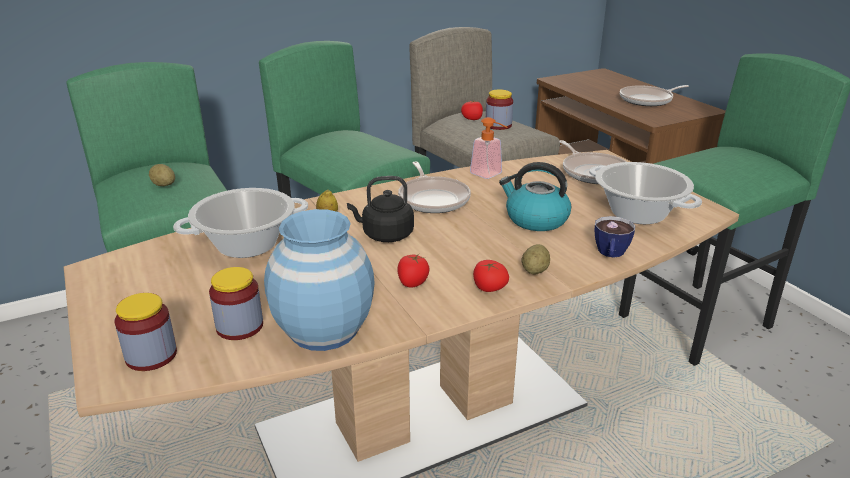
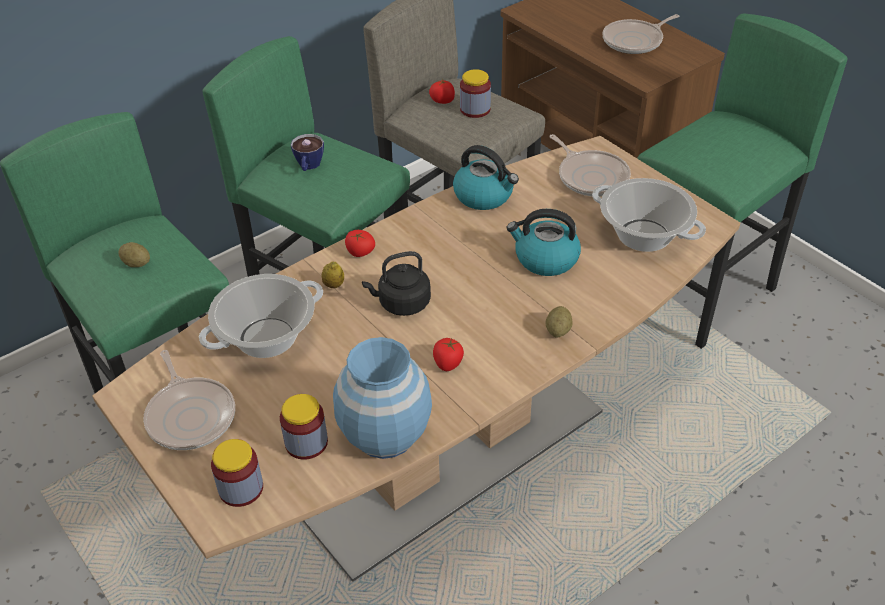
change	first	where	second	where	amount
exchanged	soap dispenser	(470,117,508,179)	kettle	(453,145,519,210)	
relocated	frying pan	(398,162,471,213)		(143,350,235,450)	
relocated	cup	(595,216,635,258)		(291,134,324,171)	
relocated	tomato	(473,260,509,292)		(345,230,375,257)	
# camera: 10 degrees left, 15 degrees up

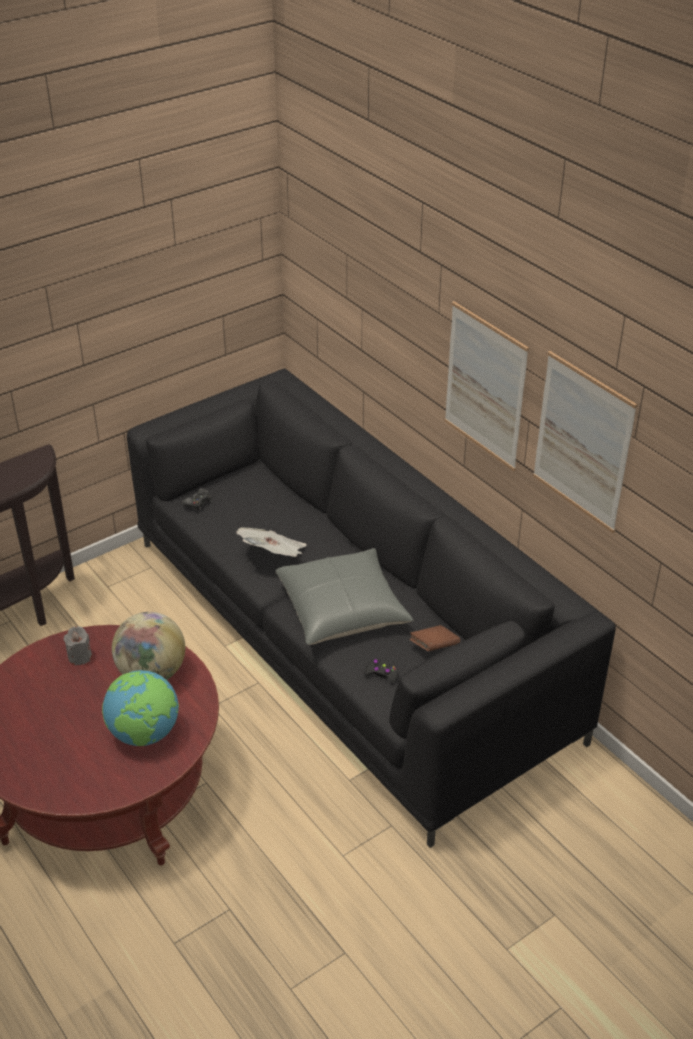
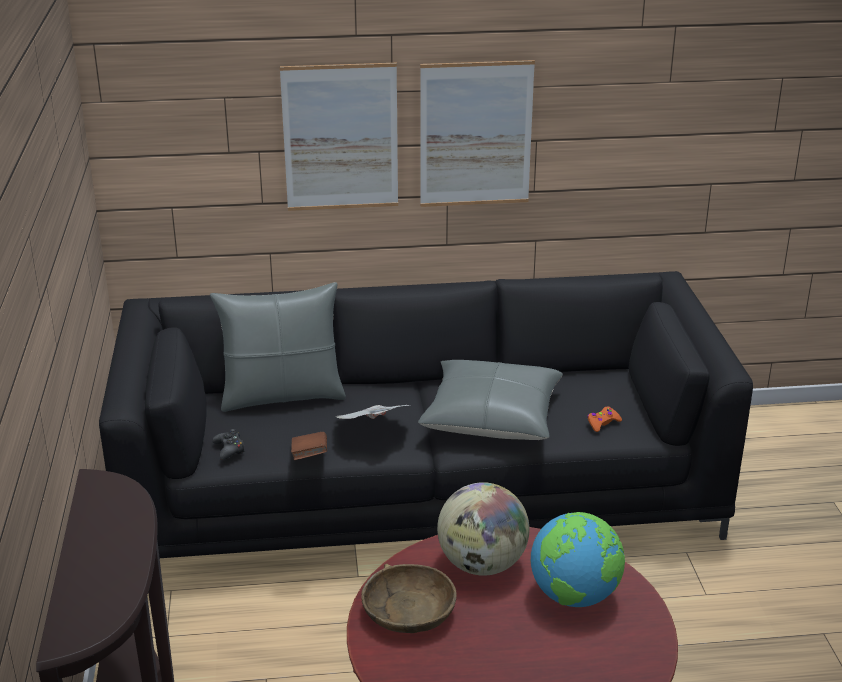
change	first	where	second	where	amount
relocated	picture	(533,351,637,533)		(280,63,398,211)	
relocated	book (brown)	(410,625,460,651)		(291,432,327,460)	
exchanged	candle (grey)	(64,626,92,665)	bowl (brown)	(361,564,457,633)	
colour	game controller (black)	(364,659,398,684)	game controller (orange)	(587,407,622,432)	
appeared			pillow (grey)	(210,282,346,412)	
# camera: 60 degrees left, 10 degrees down

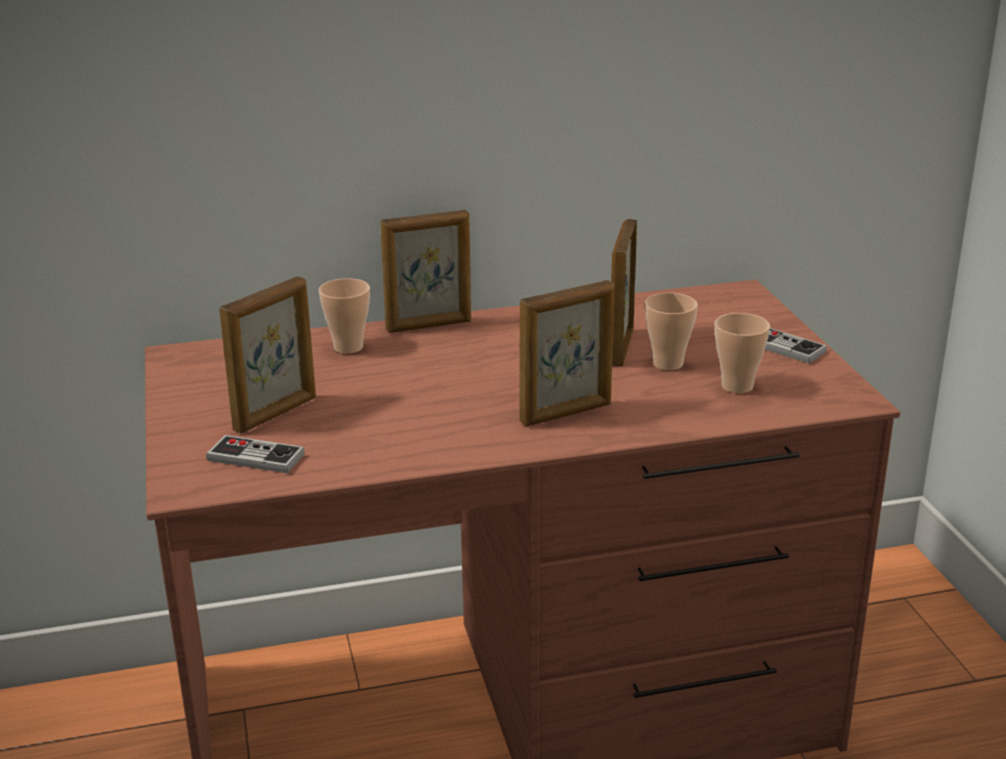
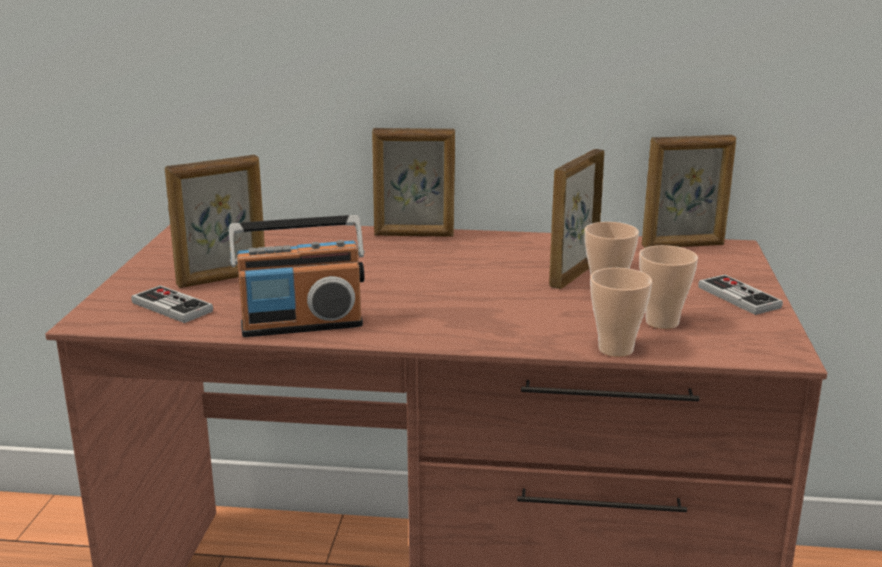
change	first	where	second	where	amount
relocated	cup	(319,278,370,354)		(590,268,652,357)	
relocated	picture frame	(519,280,615,427)		(642,135,736,248)	
appeared			radio	(229,215,364,337)	
# camera: 20 degrees right, 5 degrees down

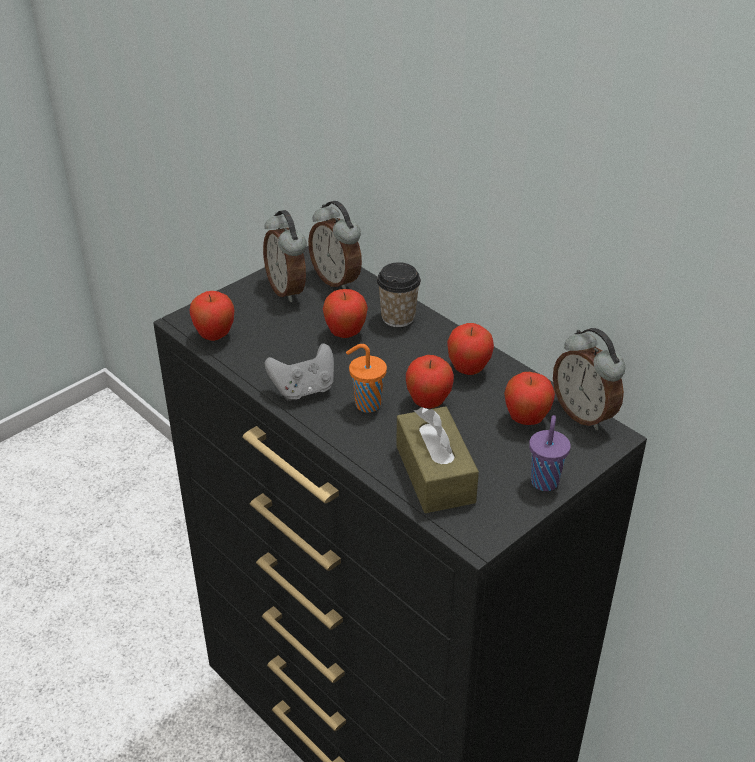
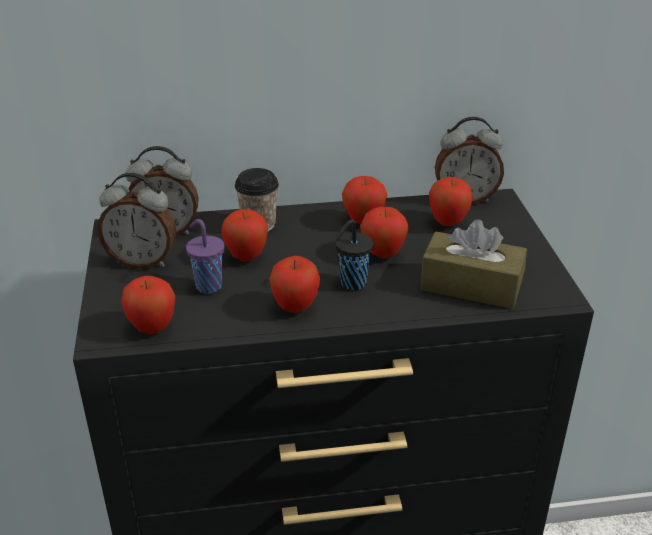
change	first	where	second	where	amount
exchanged	game controller (grey)	(265,343,334,401)	apple	(269,256,320,313)	
colour	cup (orange)	(346,344,387,413)	cup (black)	(335,219,373,290)	
relocated	cup (purple)	(529,415,571,491)		(186,219,224,294)	
# camera: 55 degrees left, 5 degrees down

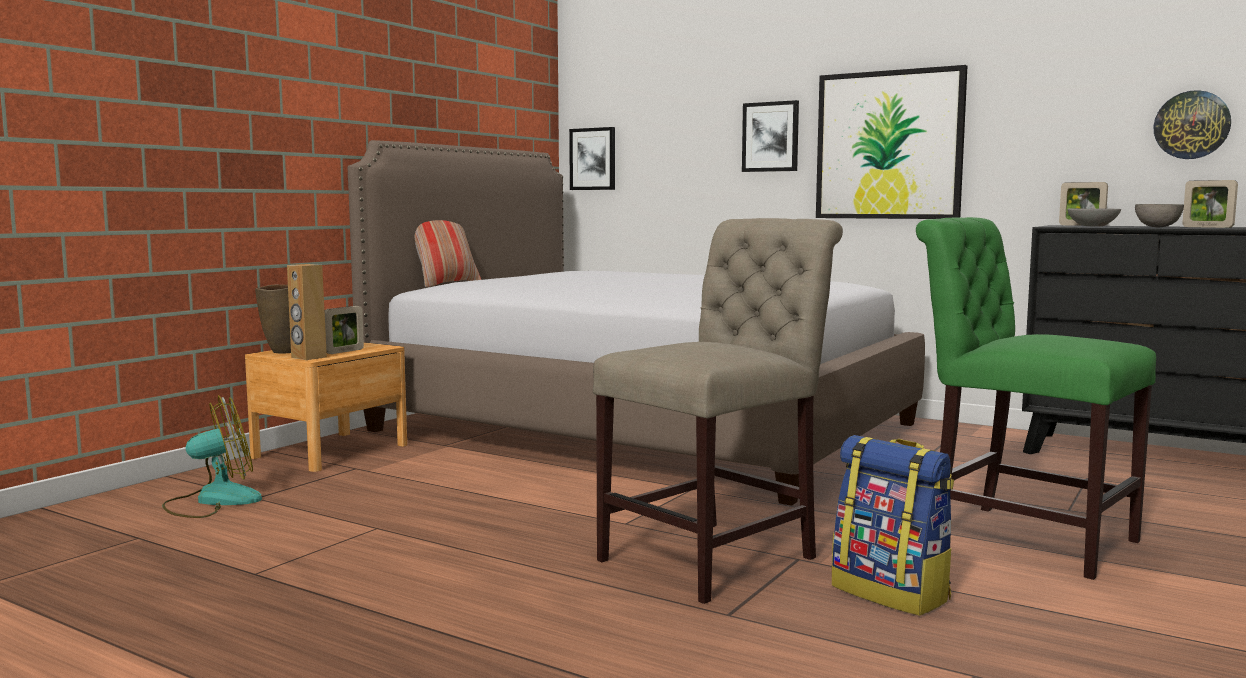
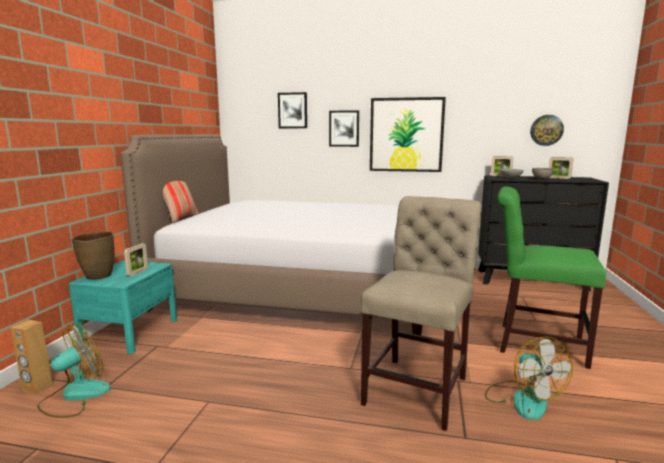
change	first	where	second	where	amount
relocated	picture	(569,127,615,190)		(278,92,307,128)	
relocated	speaker (brown)	(287,264,327,360)		(11,320,53,394)	
colour	nightstand (brown)	(245,342,407,472)	nightstand (turquoise)	(69,260,177,354)	
exchanged	backpack	(832,435,954,616)	fan	(485,337,573,420)	
# camera: 20 degrees left, 5 degrees up

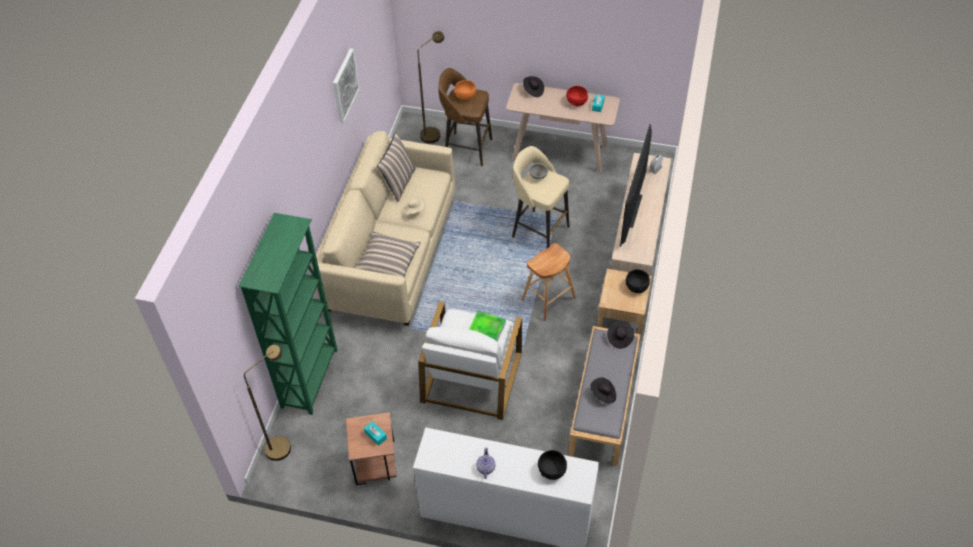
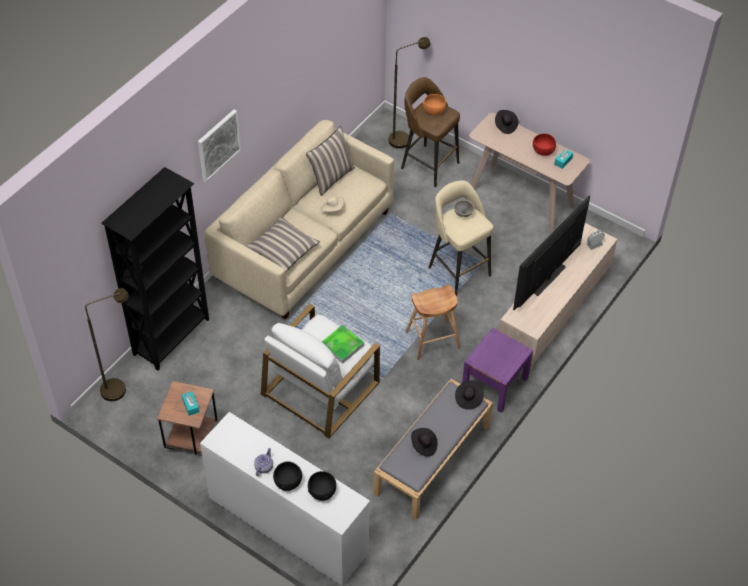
change	first	where	second	where	amount
relocated	picture	(333,48,359,123)		(198,109,241,182)	
colour	bookcase (green)	(238,213,338,415)	bookcase (black)	(101,167,209,371)	
colour	nightstand (beige)	(597,269,652,342)	nightstand (purple)	(462,328,533,413)	
relocated	bowl (black)	(625,269,650,293)		(273,461,302,491)	
# camera: 20 degrees right, 0 degrees up

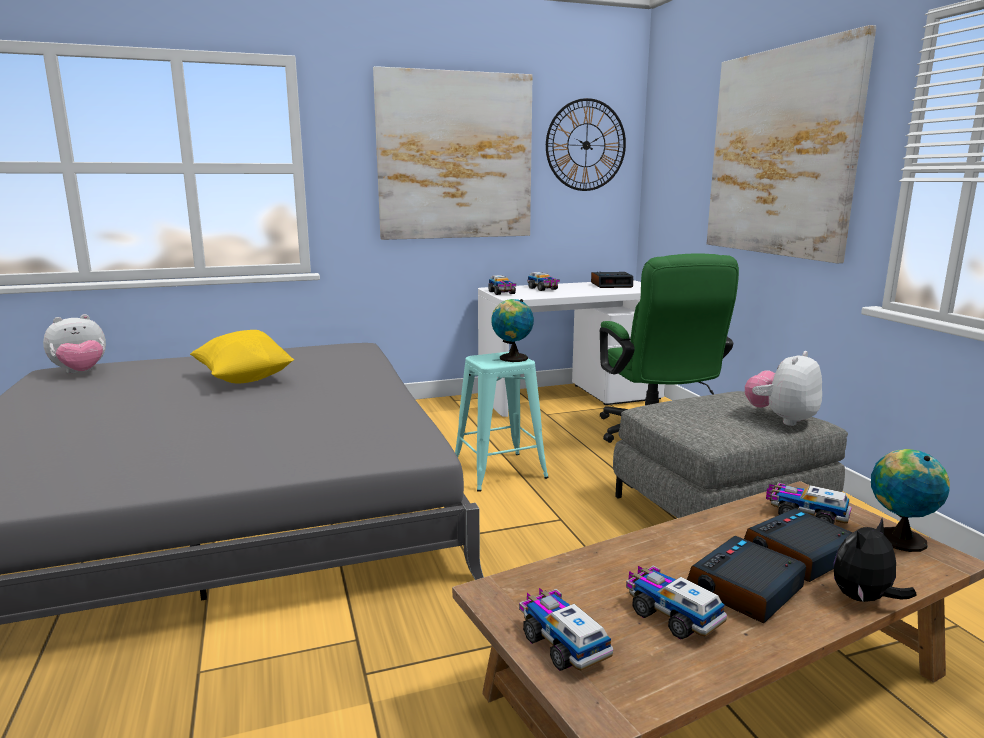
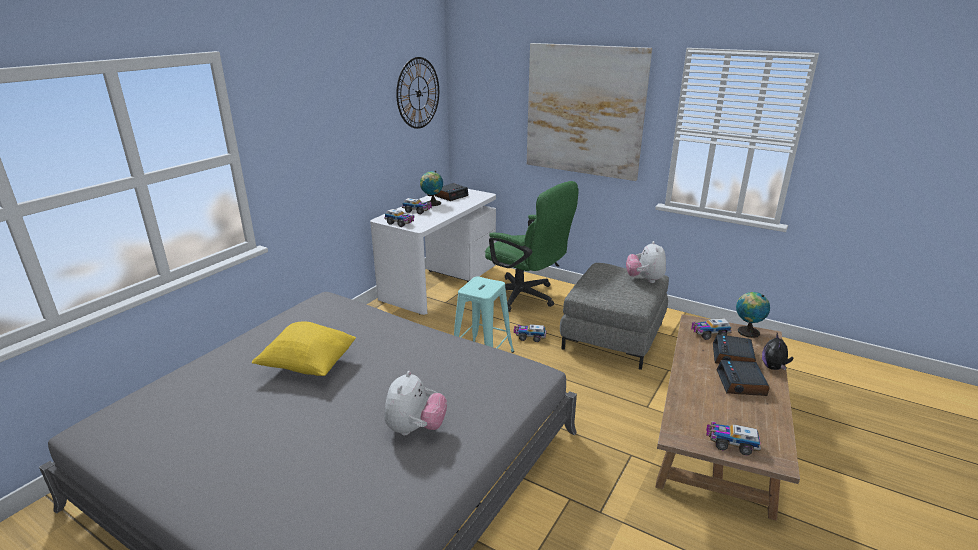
change	first	where	second	where	amount
missing	picture	(373,66,533,240)			
relocated	globe	(491,299,534,362)		(420,171,443,206)	
relocated	plush toy	(43,314,106,373)		(385,371,447,435)	
relocated	toy truck	(626,566,727,639)		(514,324,546,342)	
# camera: 40 degrees left, 10 degrees up

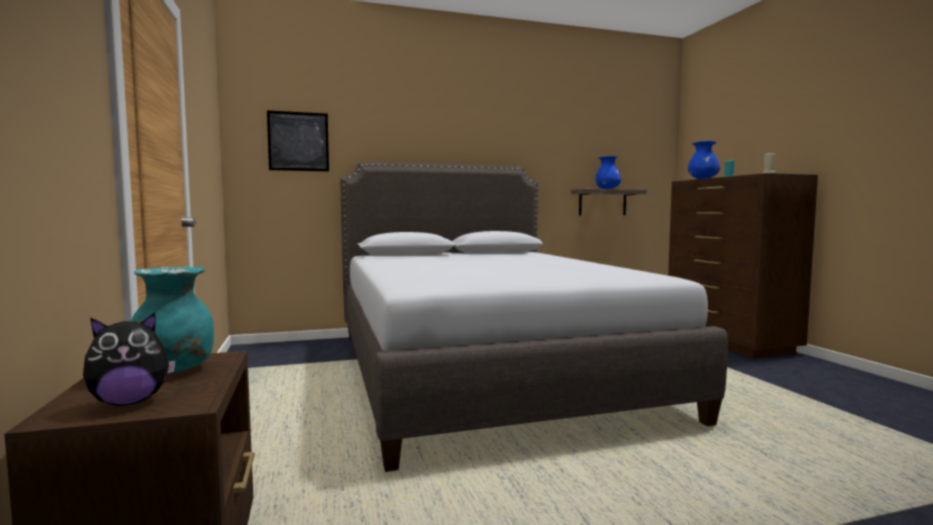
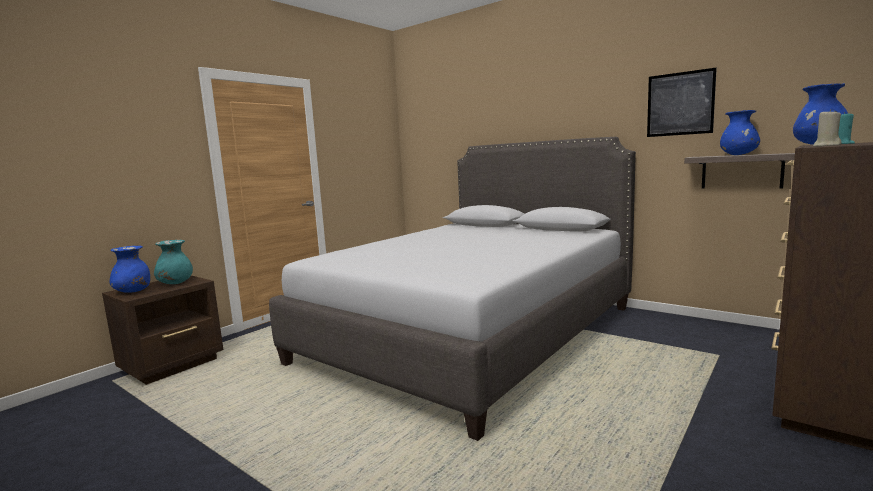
change	first	where	second	where	amount
relocated	picture	(267,110,329,171)		(647,68,717,137)	
exchanged	plush toy	(83,313,176,406)	vase (blue)	(110,246,150,292)	
# camera: 55 degrees right, 5 degrees up

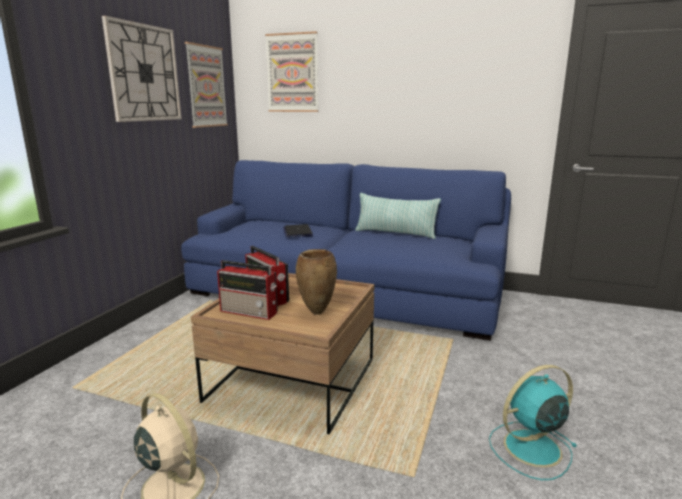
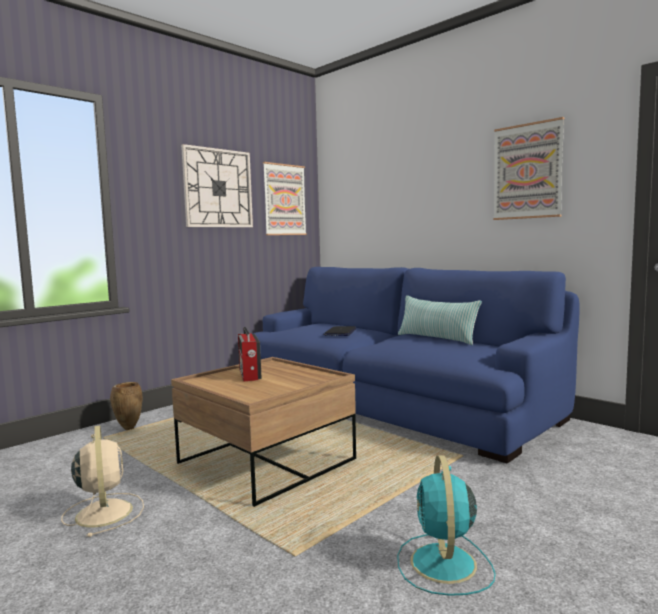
change	first	where	second	where	amount
relocated	picture	(265,31,319,112)		(493,117,564,220)	
relocated	vase (brown)	(296,249,337,315)		(110,382,142,430)	
missing	radio	(217,260,278,320)			
spun	fan (turquoise)	(489,365,578,480)		(397,455,496,596)	90 degrees counterclockwise
# camera: 25 degrees right, 10 degrees down

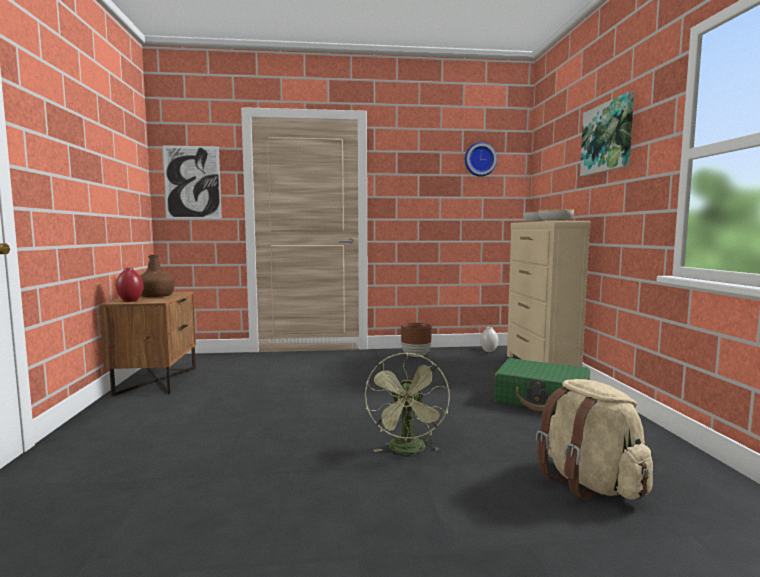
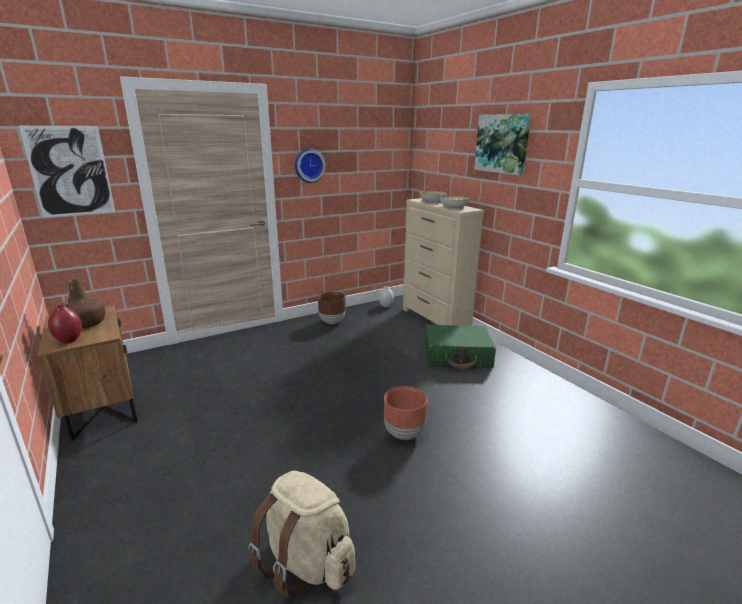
change	first	where	second	where	amount
relocated	wall clock	(465,142,497,177)		(295,148,326,183)	
exchanged	fan (green)	(365,352,450,454)	planter (brown)	(384,386,427,440)	
relocated	backpack (beige)	(536,379,653,500)		(248,471,356,599)	
# camera: 25 degrees left, 15 degrees up

